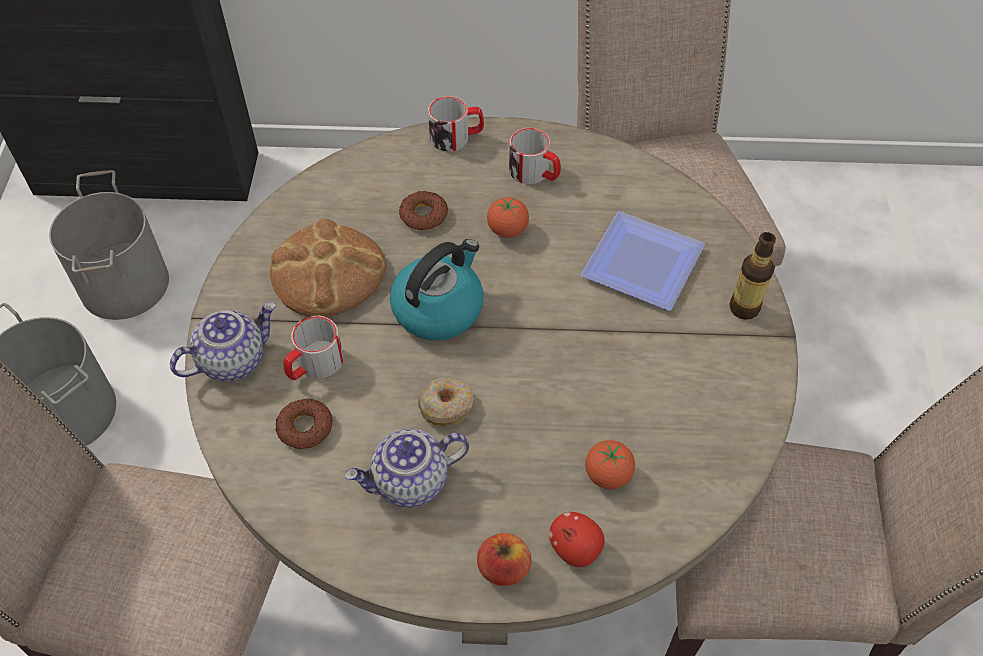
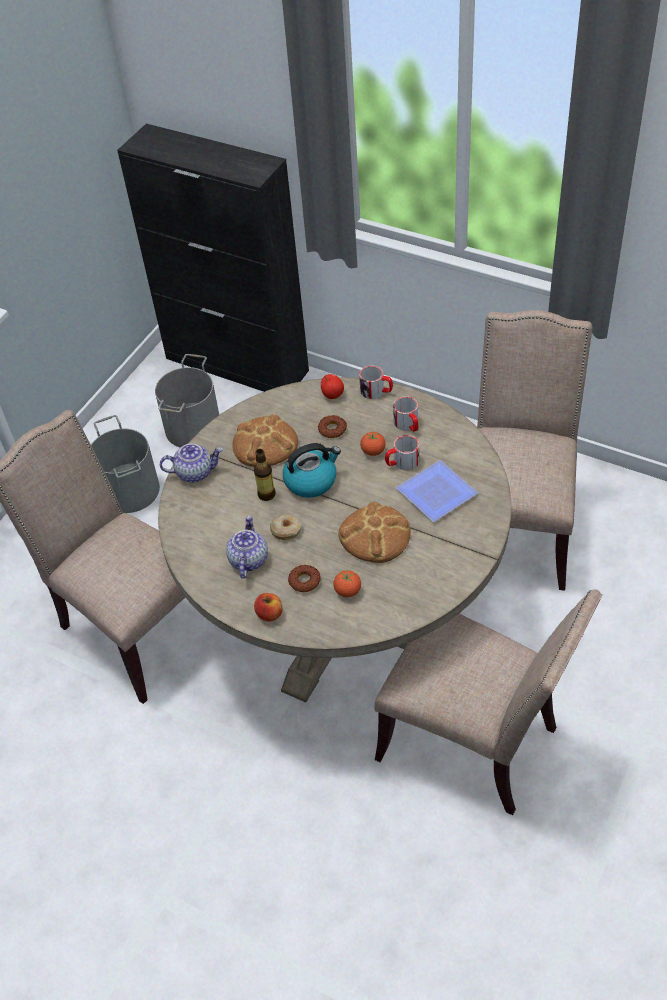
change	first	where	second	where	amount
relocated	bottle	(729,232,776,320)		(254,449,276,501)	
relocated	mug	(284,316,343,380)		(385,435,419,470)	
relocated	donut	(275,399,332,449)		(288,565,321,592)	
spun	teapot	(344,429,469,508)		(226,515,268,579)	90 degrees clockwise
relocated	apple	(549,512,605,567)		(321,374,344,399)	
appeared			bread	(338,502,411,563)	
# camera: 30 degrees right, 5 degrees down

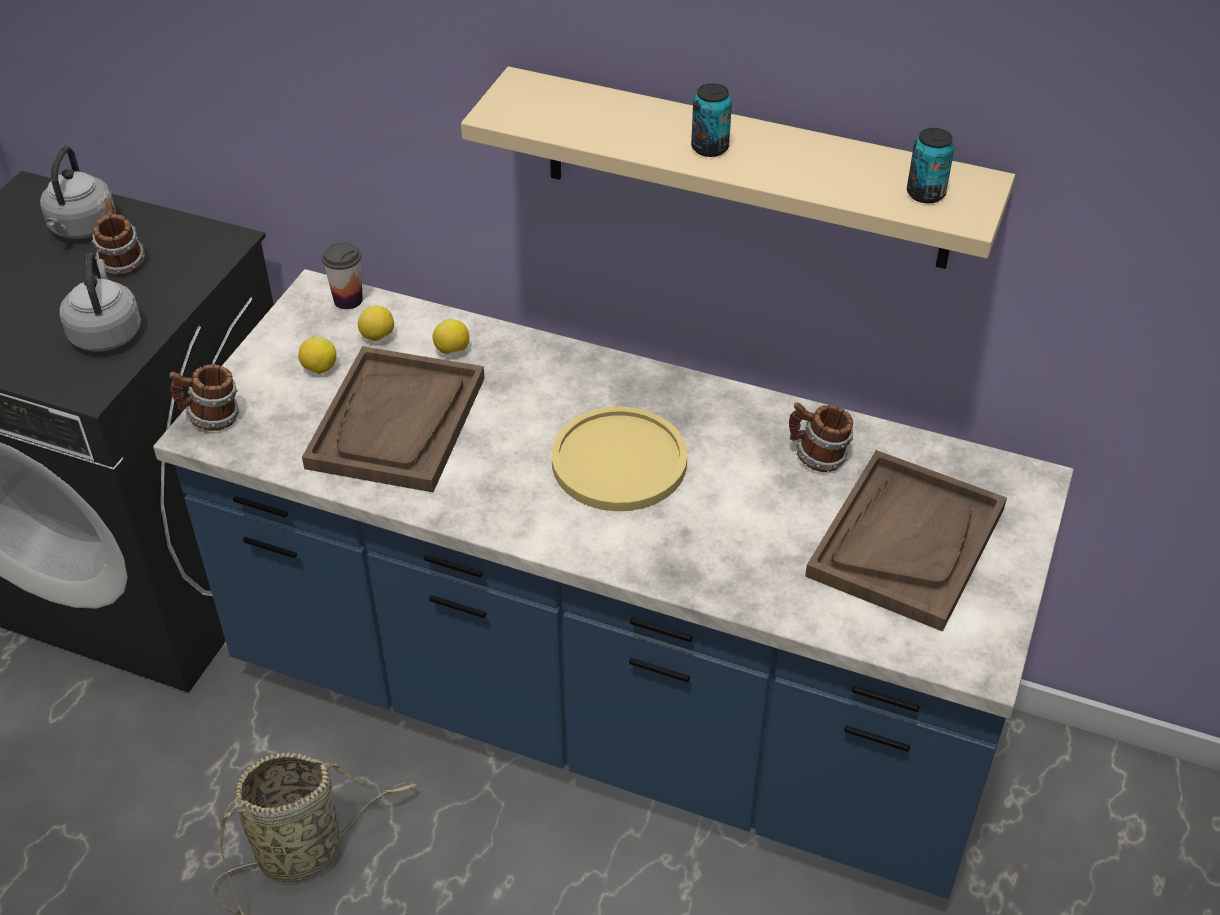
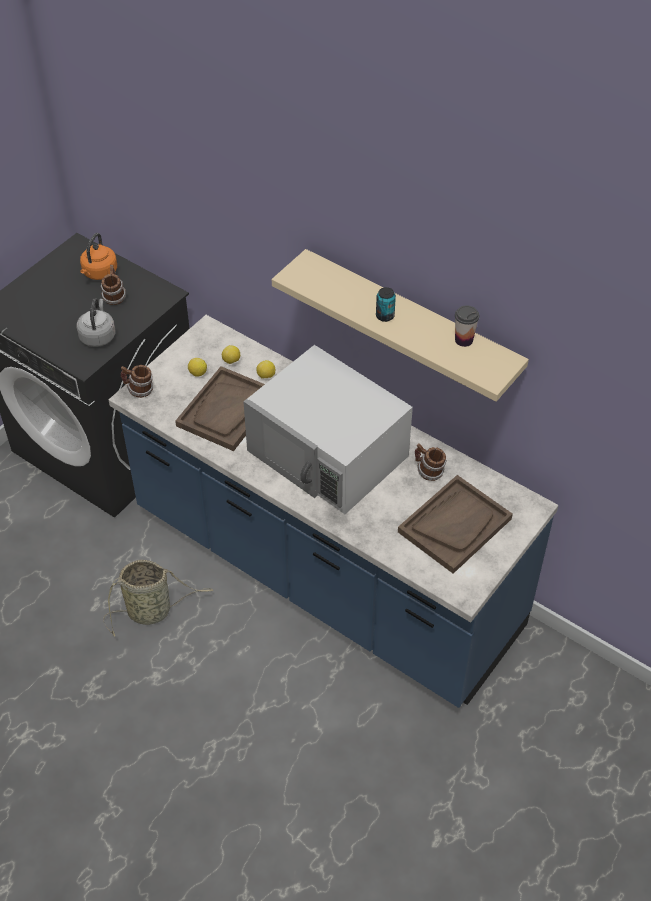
change	first	where	second	where	amount
missing	can	(907,128,955,203)			
colour	kettle (grey)	(40,146,116,239)	kettle (orange)	(80,233,117,280)	
relocated	cup	(322,242,363,309)		(455,305,479,347)	
exchanged	plate (yellow)	(552,406,687,511)	microwave (white)	(243,345,413,514)	
# camera: 15 degrees right, 5 degrees up

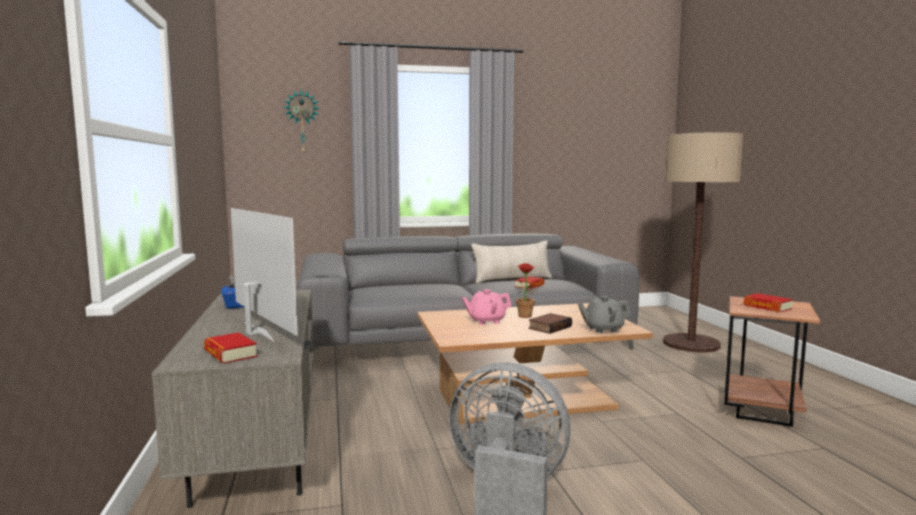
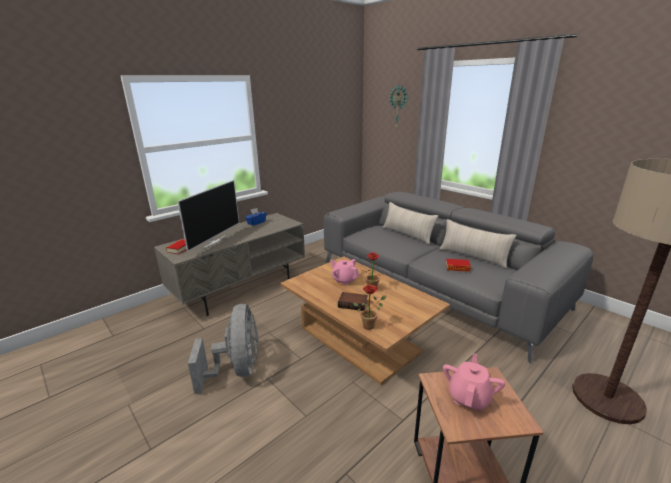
change	first	where	second	where	amount
exchanged	book	(744,293,793,312)	teapot (pink)	(443,353,505,411)	
exchanged	teapot (grey)	(578,296,631,333)	potted plant	(353,285,386,330)	
appeared			pillow (beige)	(383,202,438,244)	
# camera: 60 degrees right, 15 degrees up

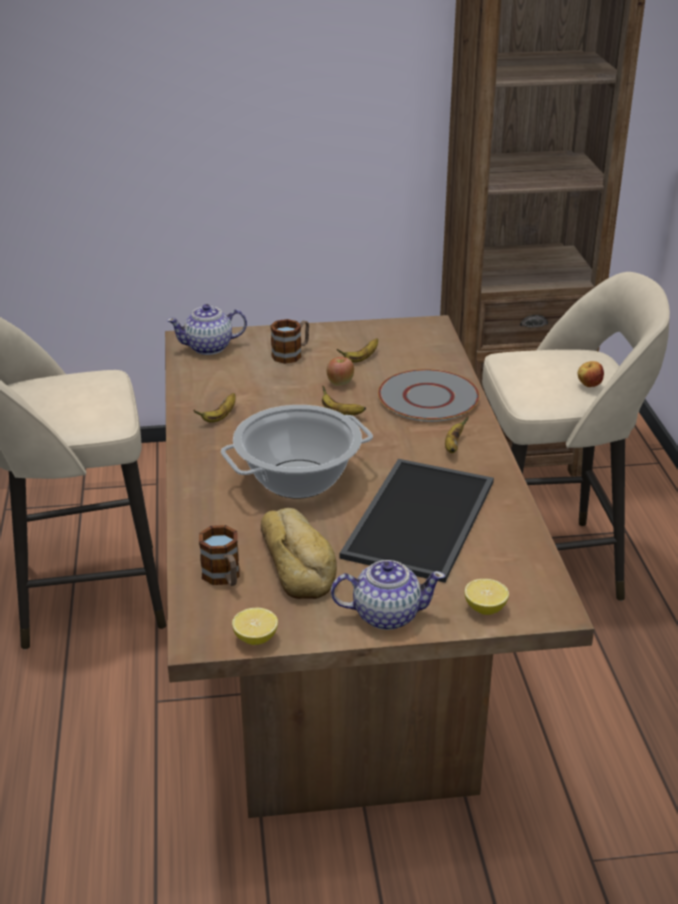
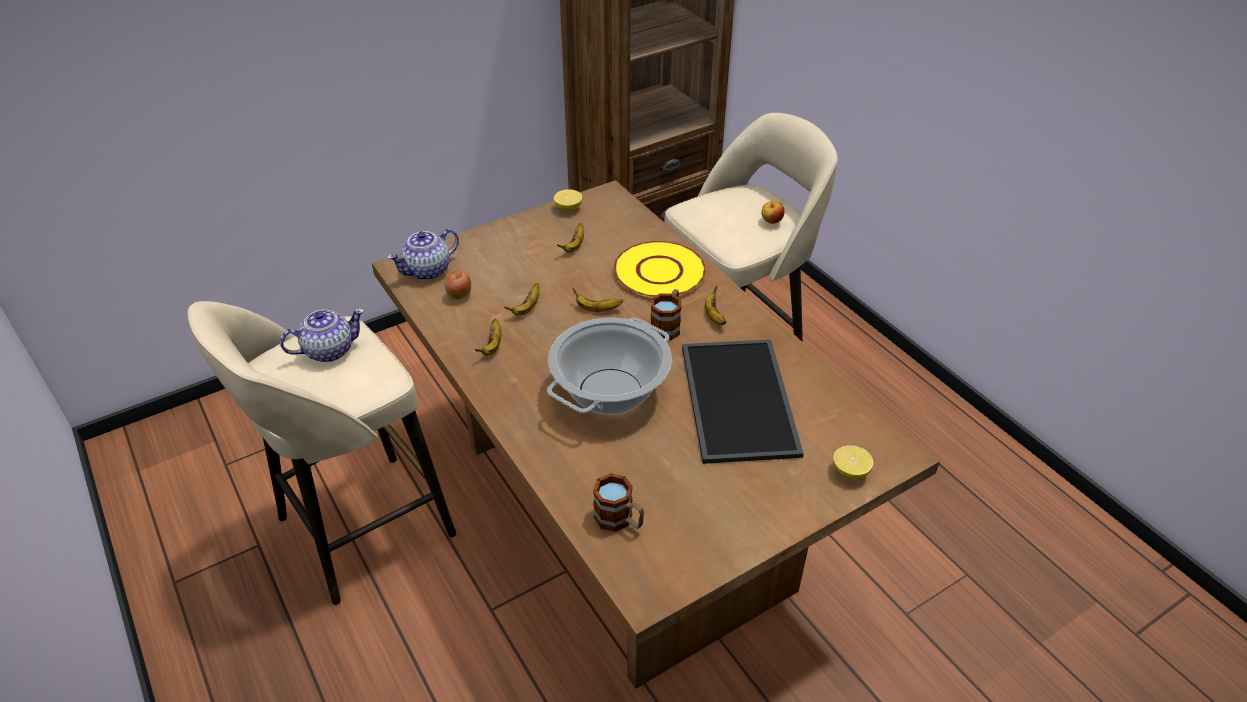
change	first	where	second	where	amount
relocated	mug	(270,319,309,364)		(651,289,681,340)	
relocated	apple	(327,357,354,386)		(445,271,471,300)	
colour	plate (grey)	(378,369,480,422)	plate (yellow)	(613,241,706,298)	
missing	bread	(261,508,337,599)			
relocated	teapot	(331,560,445,630)		(280,308,365,362)	
relocated	lemon	(232,608,278,645)		(554,189,582,212)	
appeared			banana	(504,283,540,316)	
# camera: 25 degrees left, 10 degrees up

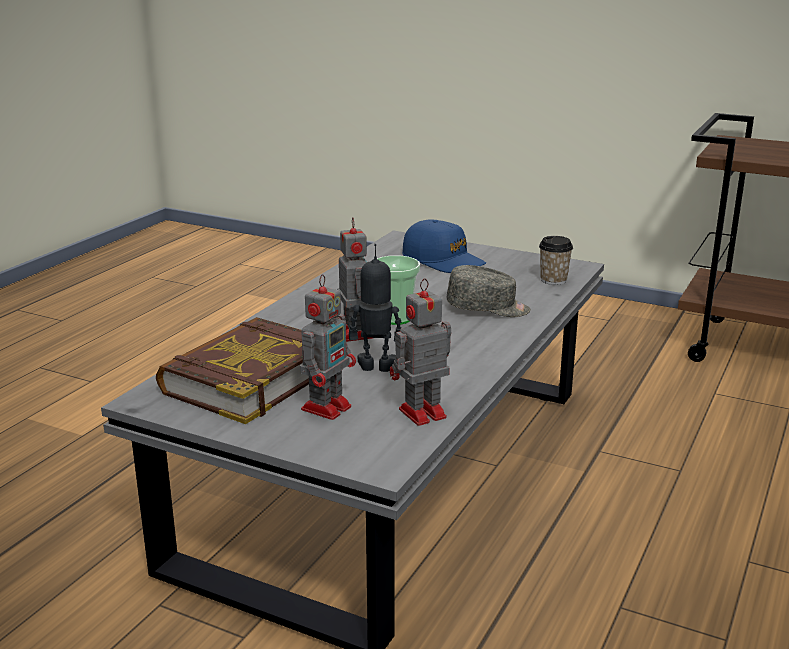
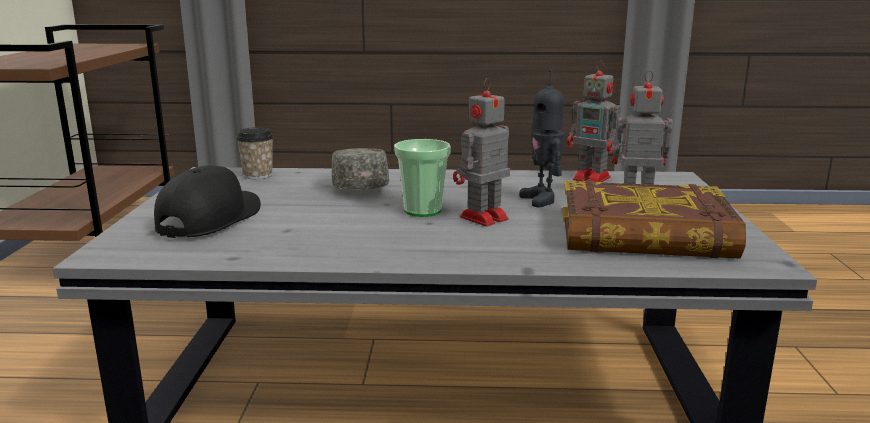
change	first	where	second	where	amount
colour	cap (blue)	(402,219,486,273)	cap (black)	(154,165,261,238)	
# camera: 115 degrees left, 5 degrees down

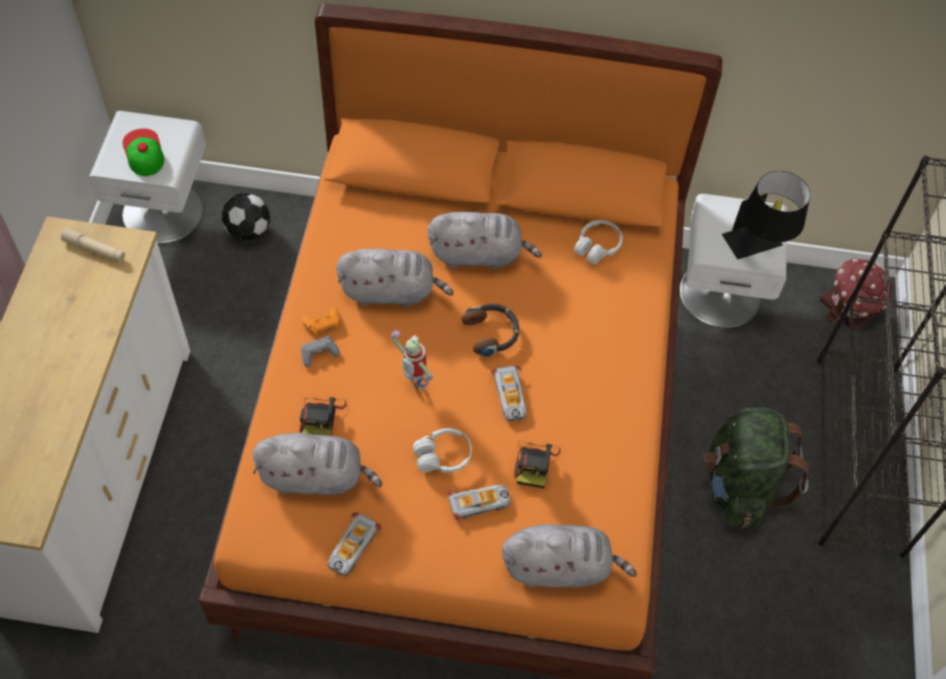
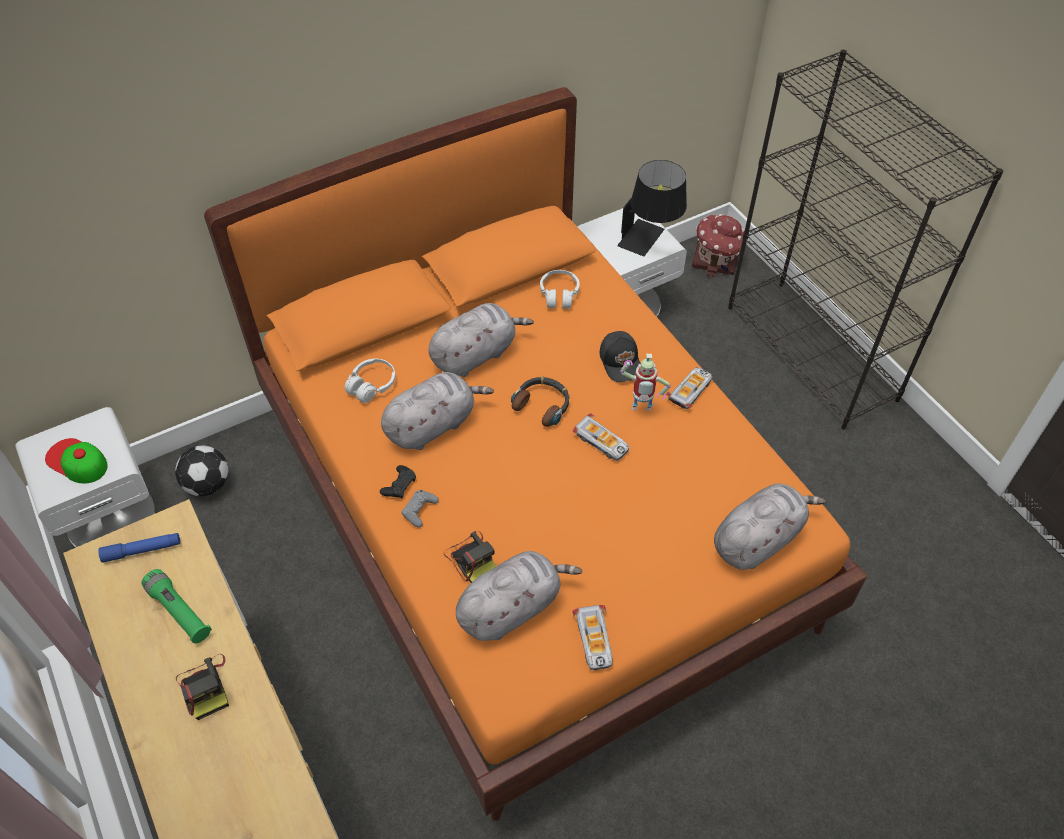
change	first	where	second	where	amount
colour	flashlight (beige)	(61,228,125,262)	flashlight (blue)	(98,533,180,563)	
colour	game controller (orange)	(302,307,340,335)	game controller (black)	(380,465,416,498)	
relocated	toy robot	(391,330,433,390)		(620,354,671,411)	
missing	backpack (green)	(703,407,808,528)			
relocated	headphones (white)	(413,428,472,473)		(344,359,395,403)	
relocated	photo camera	(514,442,561,489)		(176,654,229,720)	
relocated	toy car	(448,485,511,520)		(666,367,713,409)	
appeared			cap (black)	(600,331,641,382)	
appeared			flashlight (green)	(141,569,212,644)	
# camera: 35 degrees left, 5 degrees down

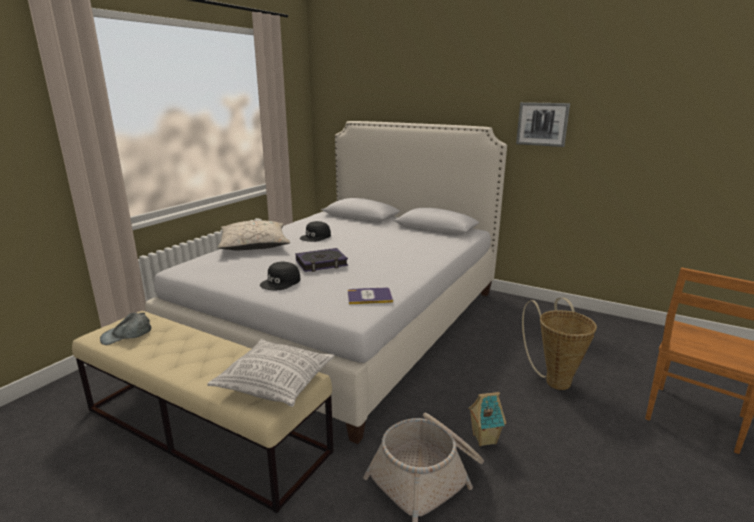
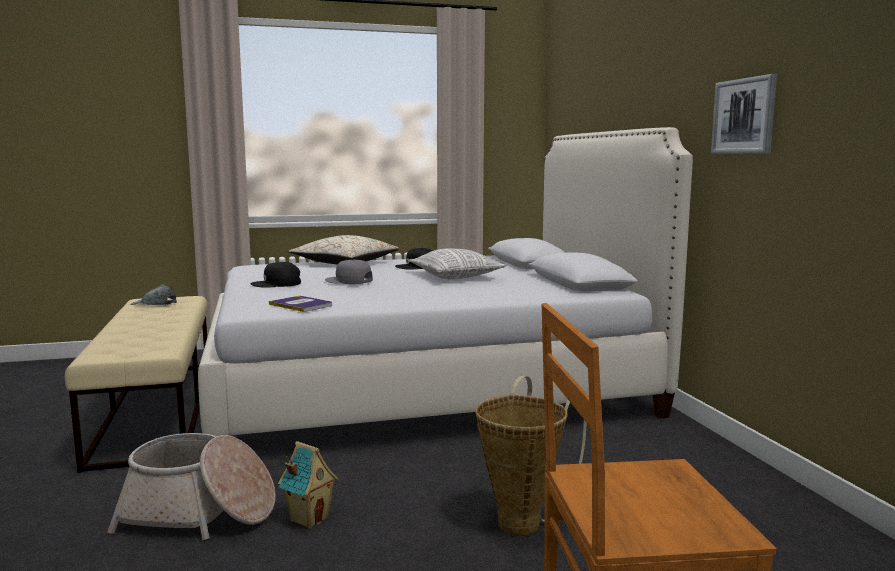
change	first	where	second	where	amount
exchanged	book	(296,248,348,272)	cap (grey)	(325,260,373,284)	
relocated	pillow	(207,339,335,407)		(408,248,506,279)	
# camera: 45 degrees right, 10 degrees down

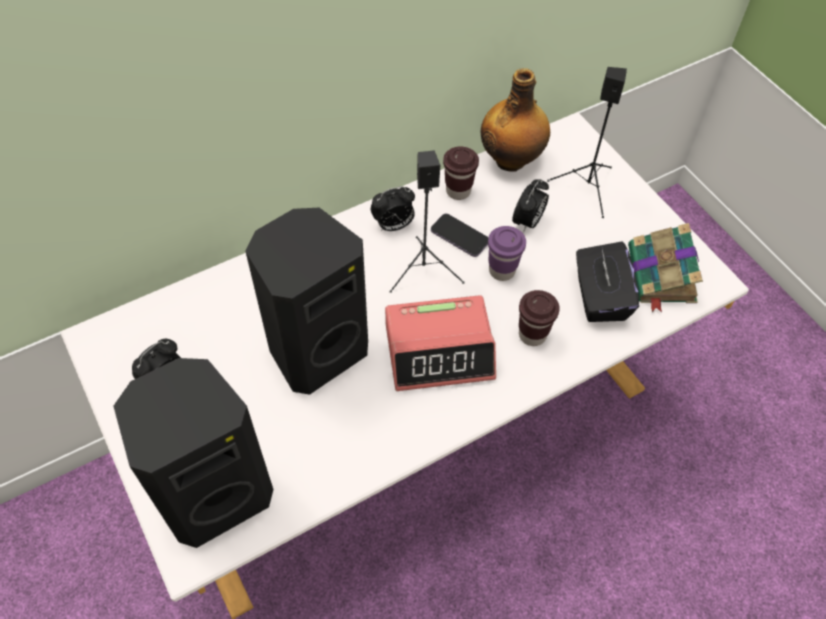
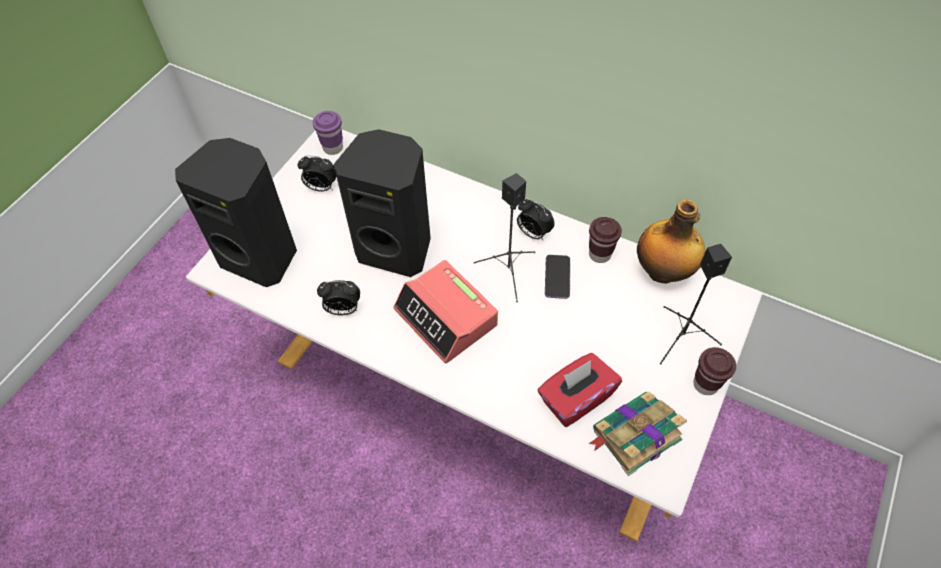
change	first	where	second	where	amount
relocated	alarm clock	(512,179,549,233)		(317,280,360,315)	
relocated	cup (purple)	(488,226,526,281)		(313,111,343,155)	
colour	tissue box (black)	(576,241,639,322)	tissue box (red)	(538,353,622,427)	
relocated	cup (brown)	(519,290,560,346)		(693,347,736,395)	
# camera: 60 degrees right, 0 degrees up

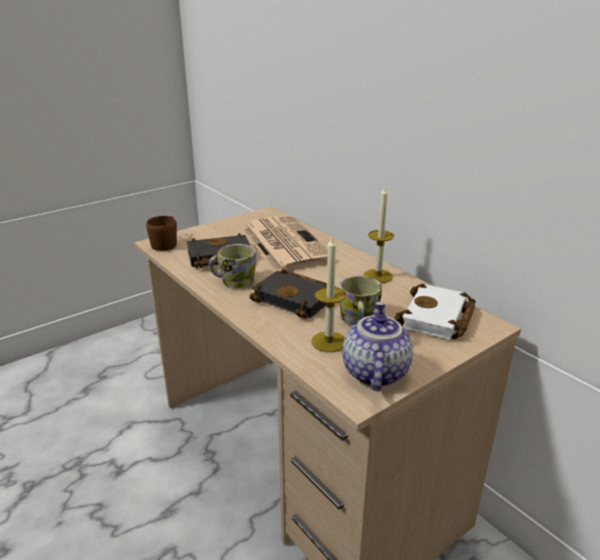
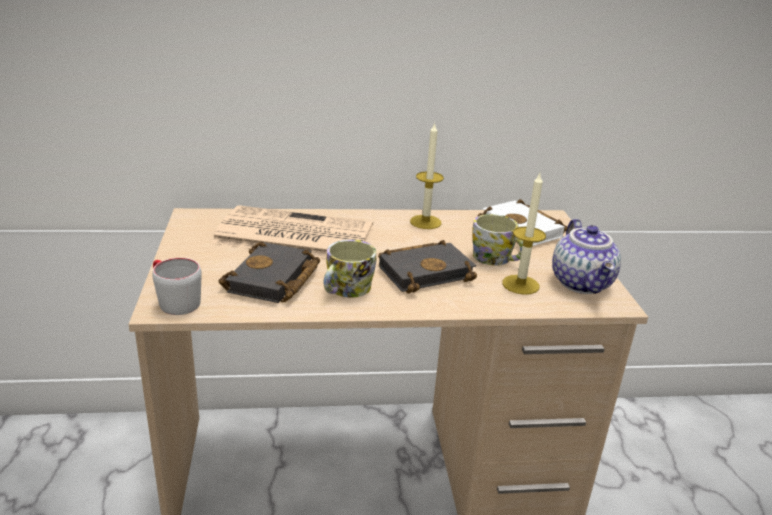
change	first	where	second	where	amount
colour	mug (brown)	(146,216,177,251)	mug (grey)	(152,258,202,315)	
spun	teapot	(343,302,413,391)		(552,219,621,294)	135 degrees counterclockwise
# camera: 60 degrees left, 0 degrees up

